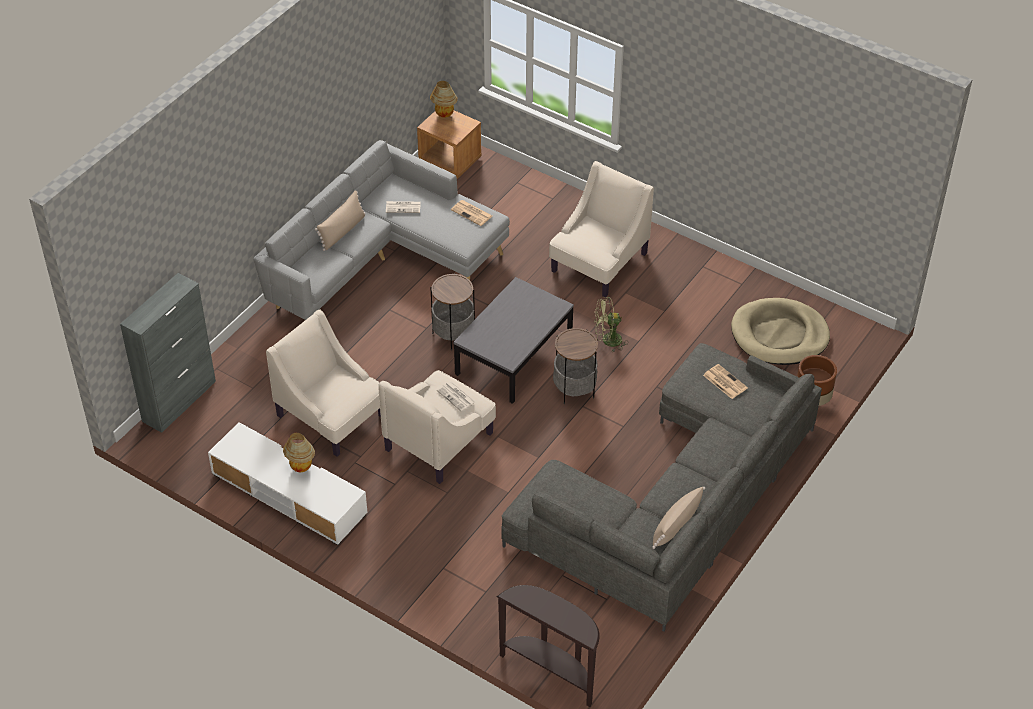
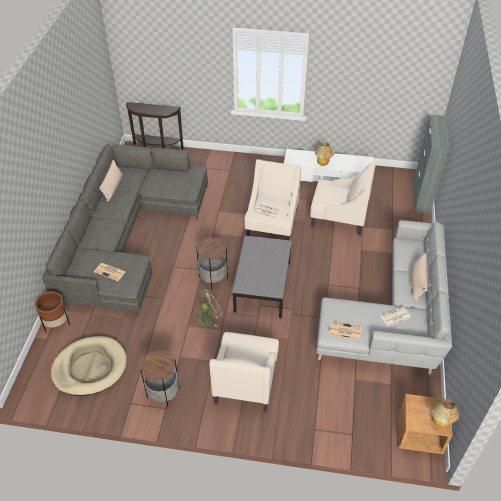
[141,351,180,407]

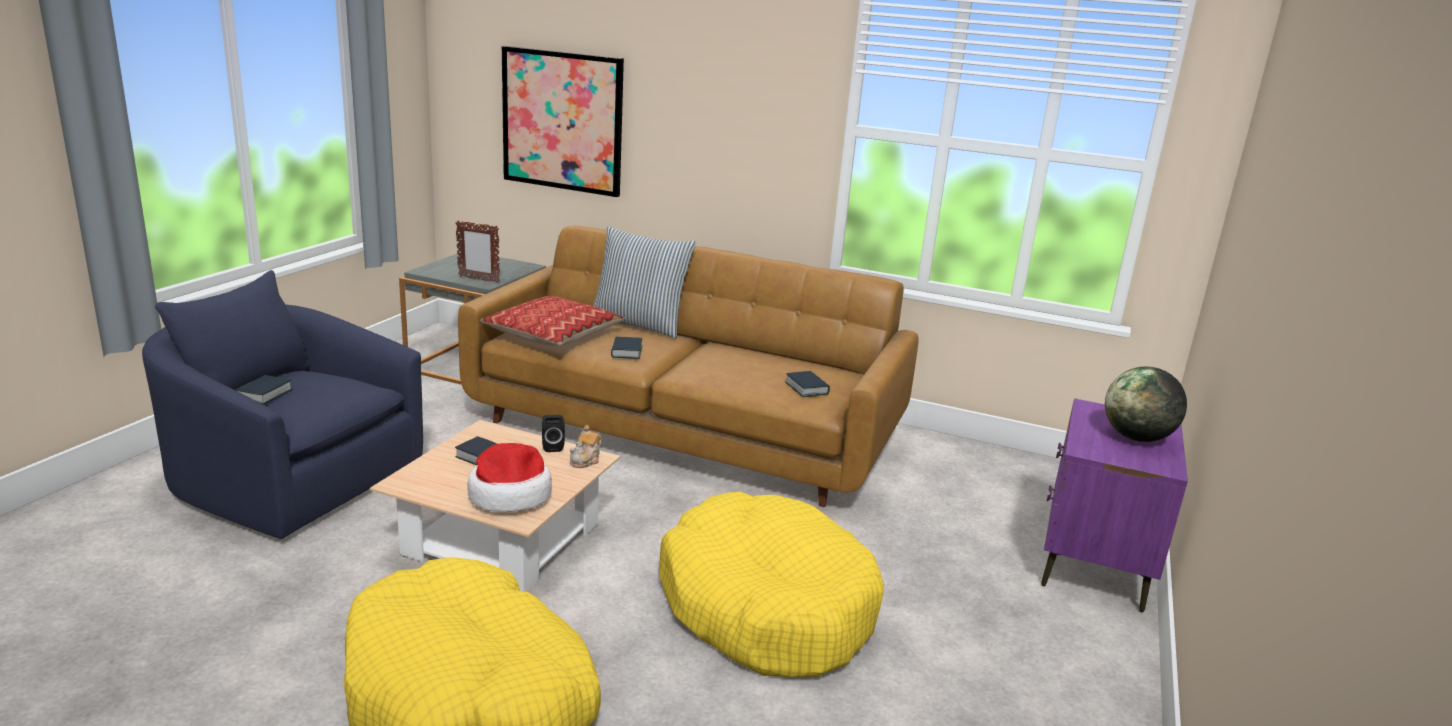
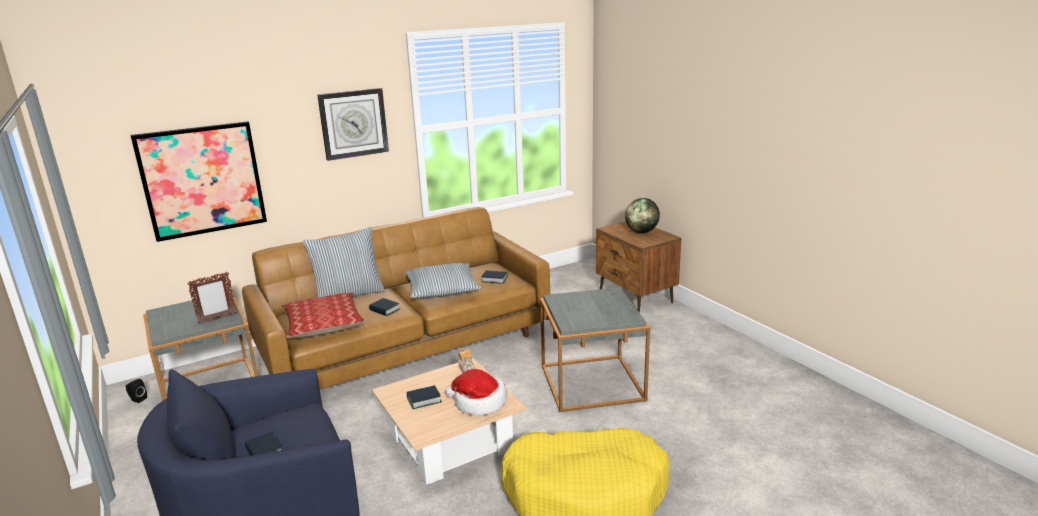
[126,379,147,403]
[317,88,389,161]
[405,263,482,299]
[540,287,650,412]
[596,221,681,313]

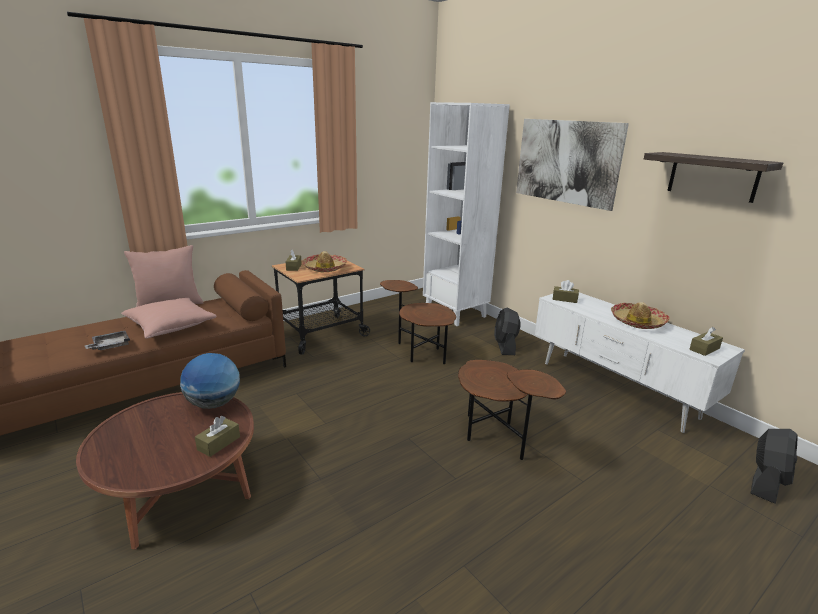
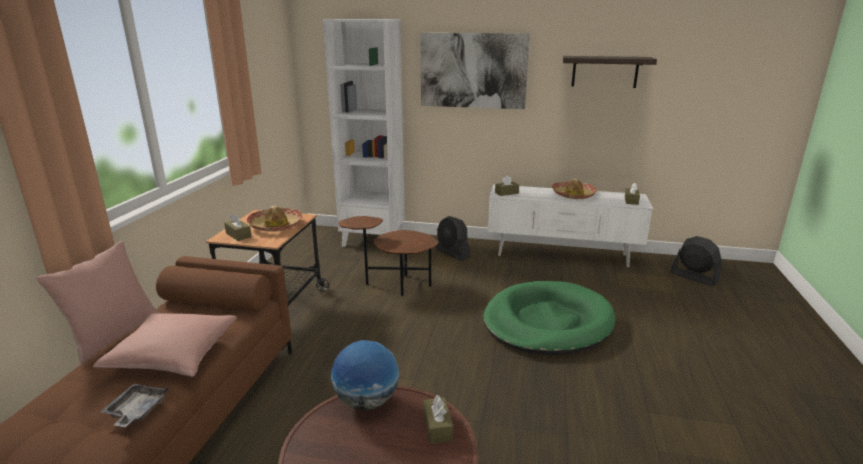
[483,281,616,355]
[670,236,721,286]

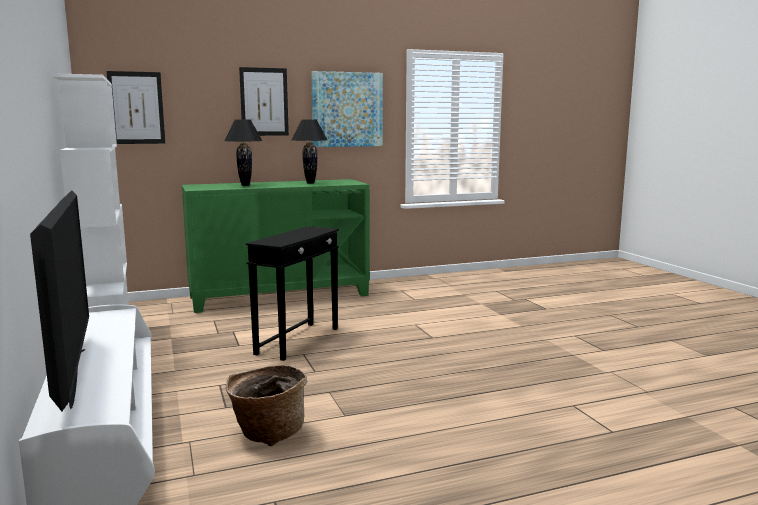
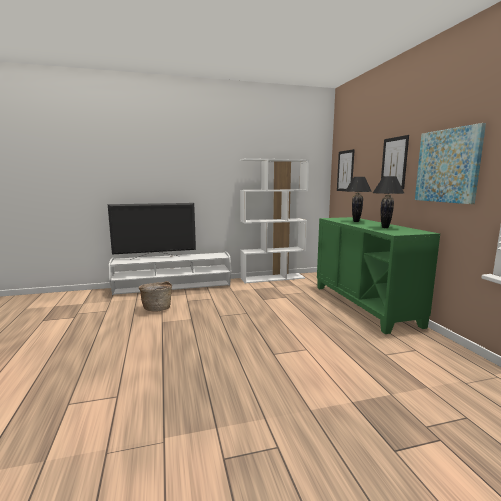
[246,226,339,361] (first image)

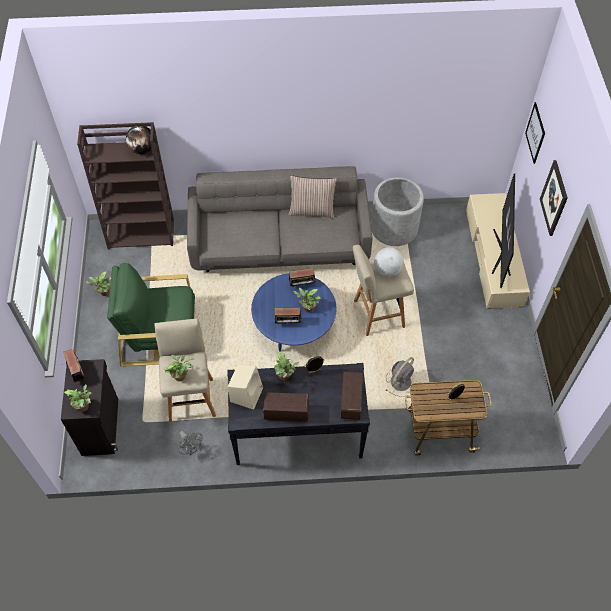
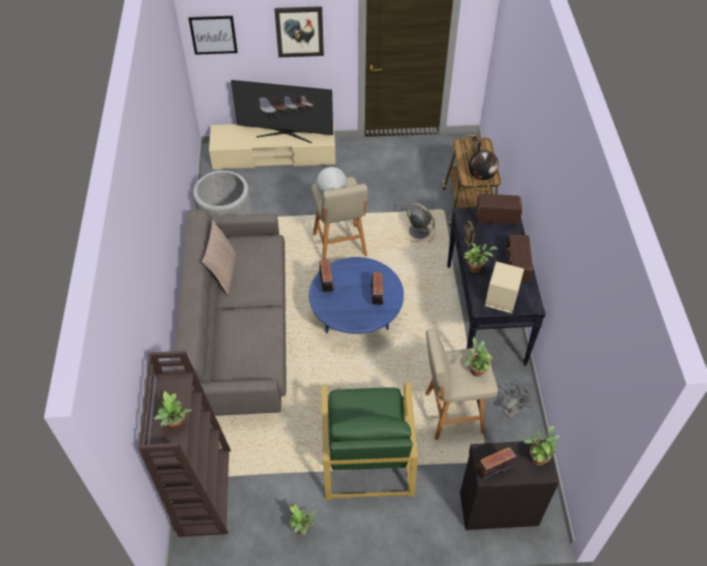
[154,390,192,430]
[469,150,499,180]

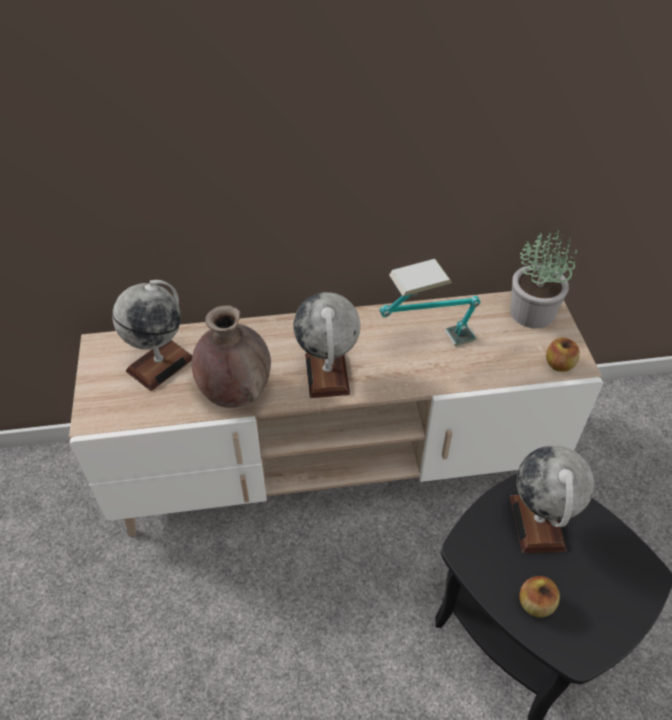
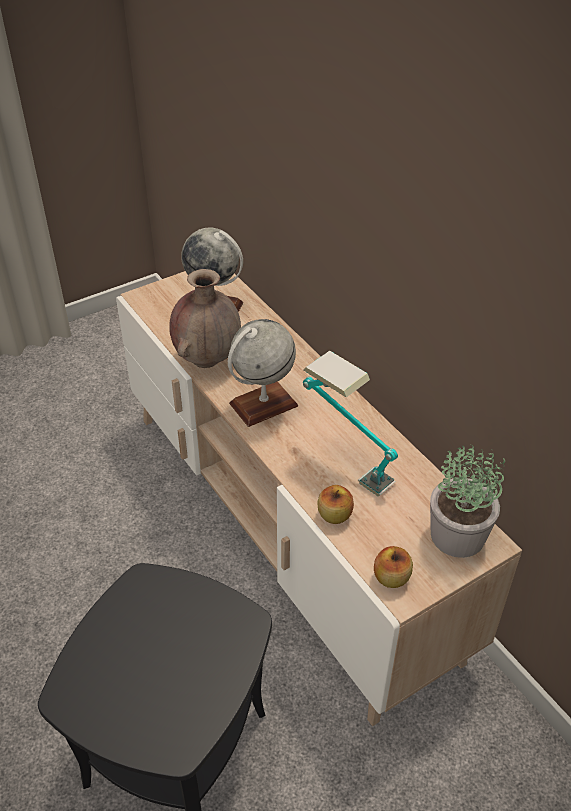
[317,485,354,524]
[510,445,594,553] (first image)

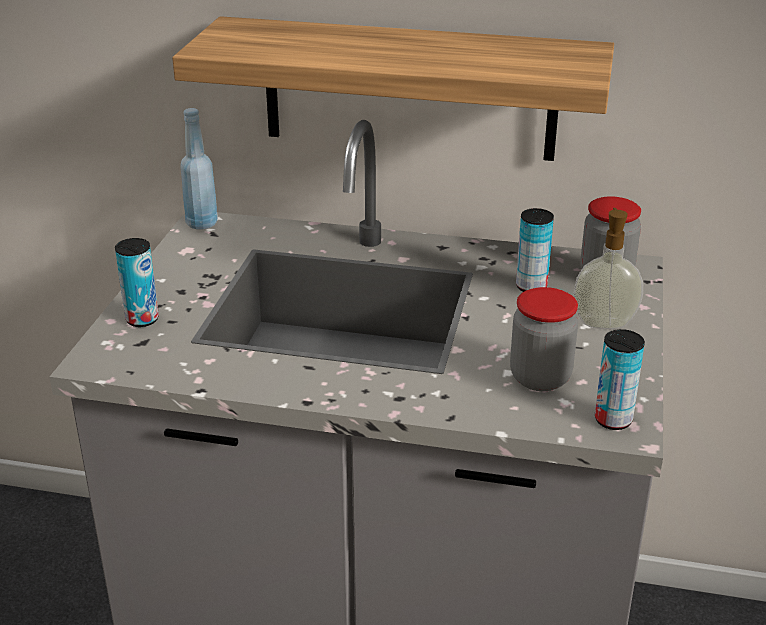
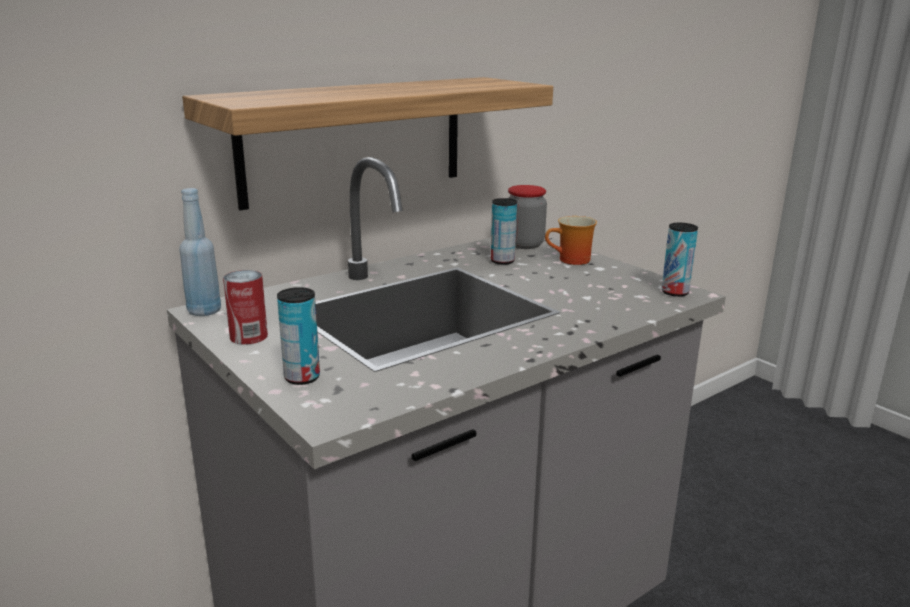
[223,270,268,345]
[545,216,597,265]
[510,287,578,391] (first image)

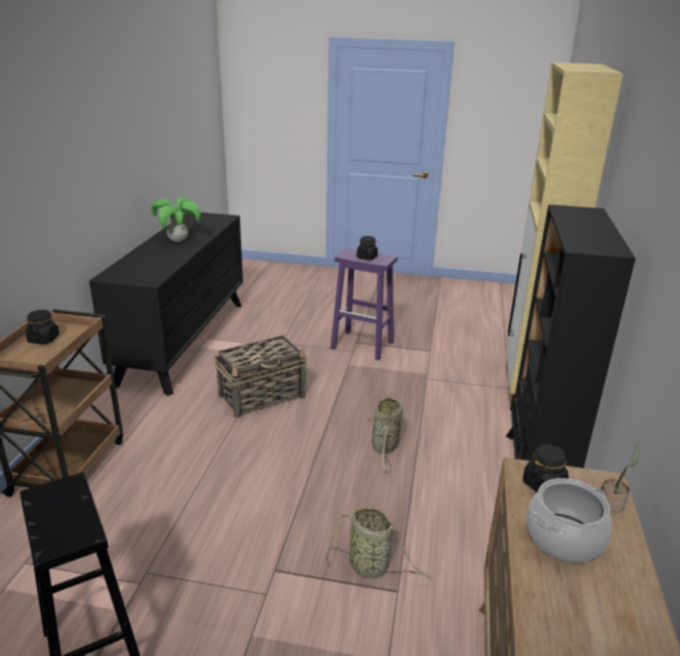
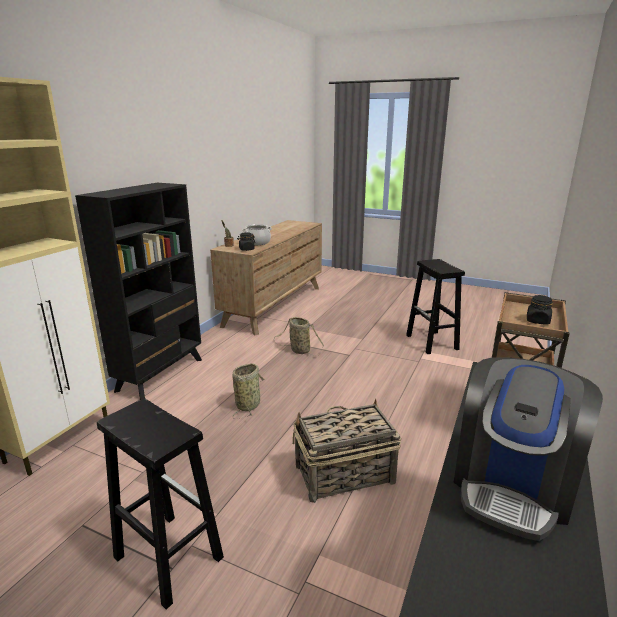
[97,398,224,609]
[454,357,603,541]
[357,236,378,260] (first image)

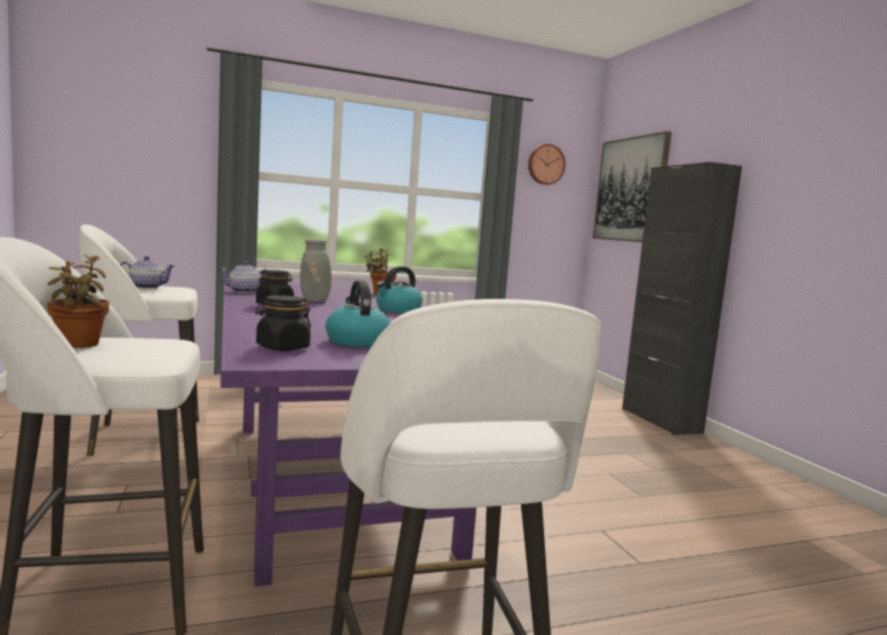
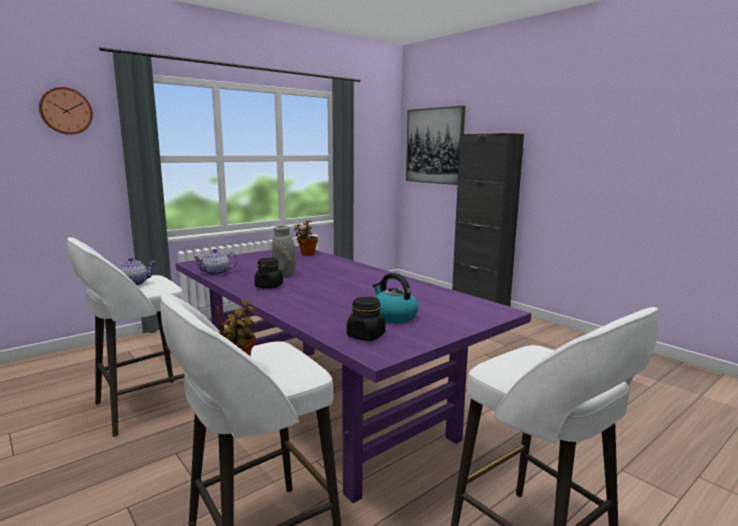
[39,87,93,135]
[376,266,423,313] (first image)

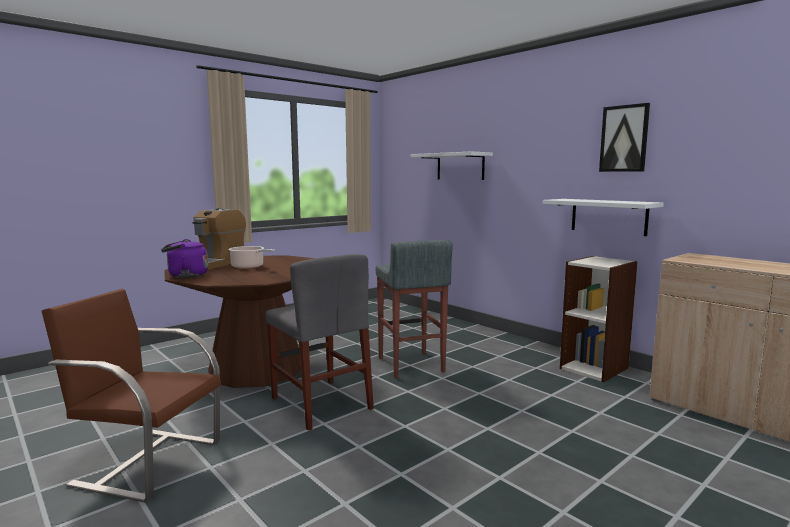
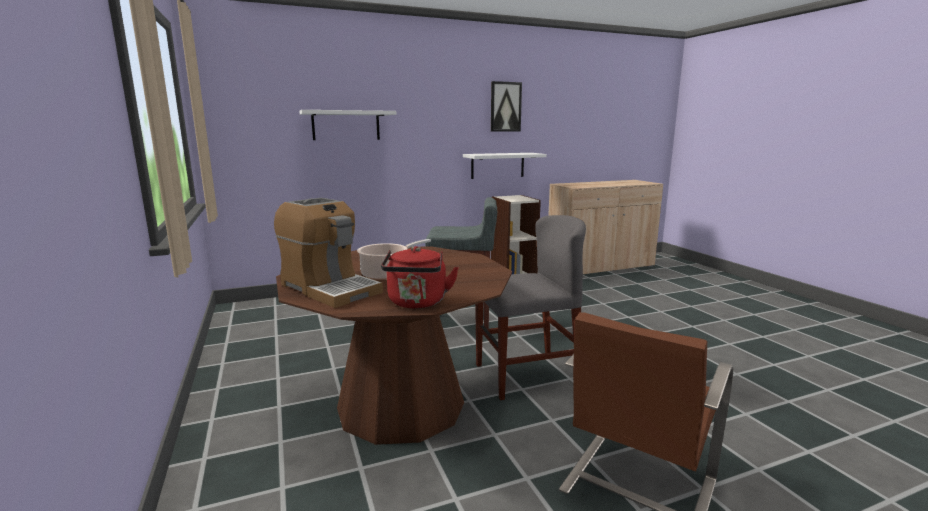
[381,246,459,308]

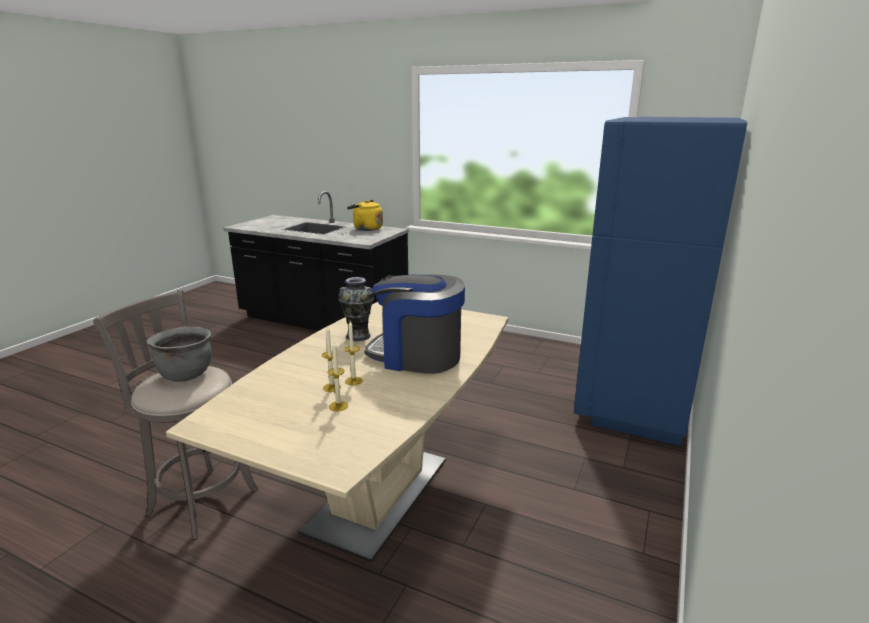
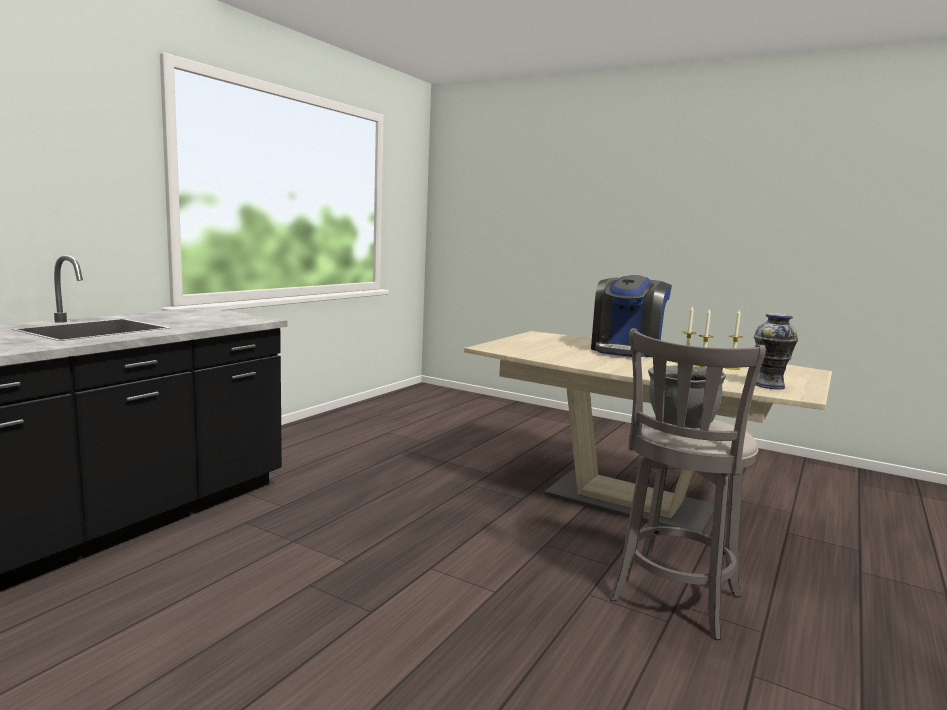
[754,313,798,389]
[347,200,383,231] (first image)
[574,117,747,446] (first image)

